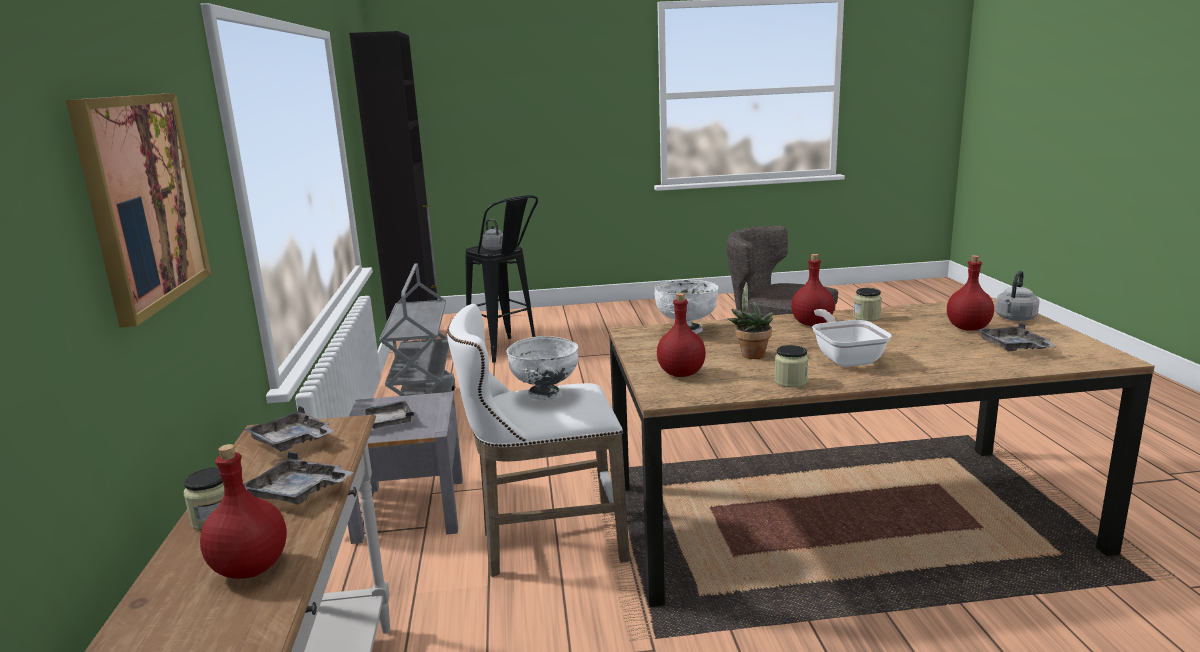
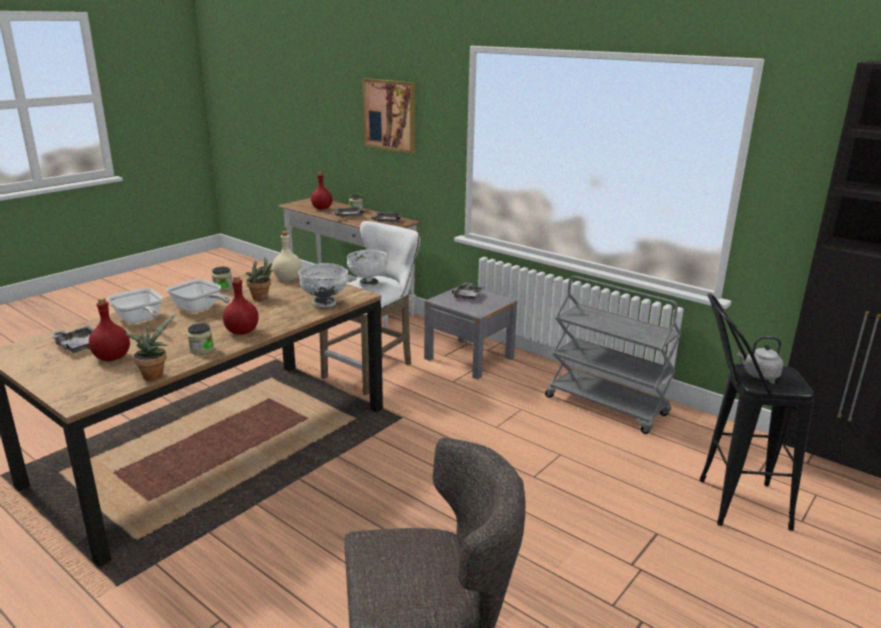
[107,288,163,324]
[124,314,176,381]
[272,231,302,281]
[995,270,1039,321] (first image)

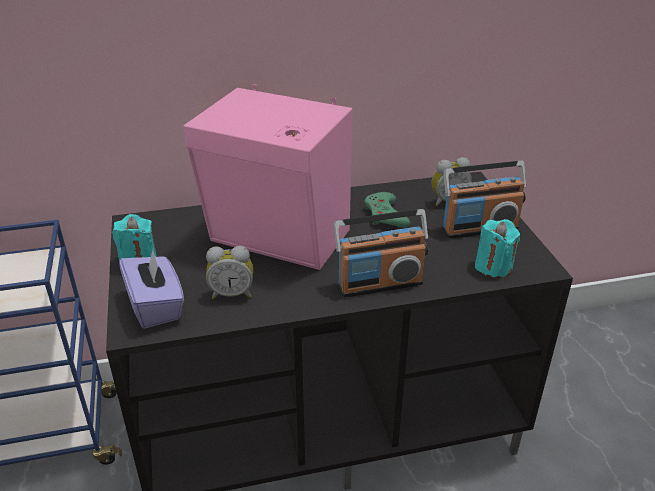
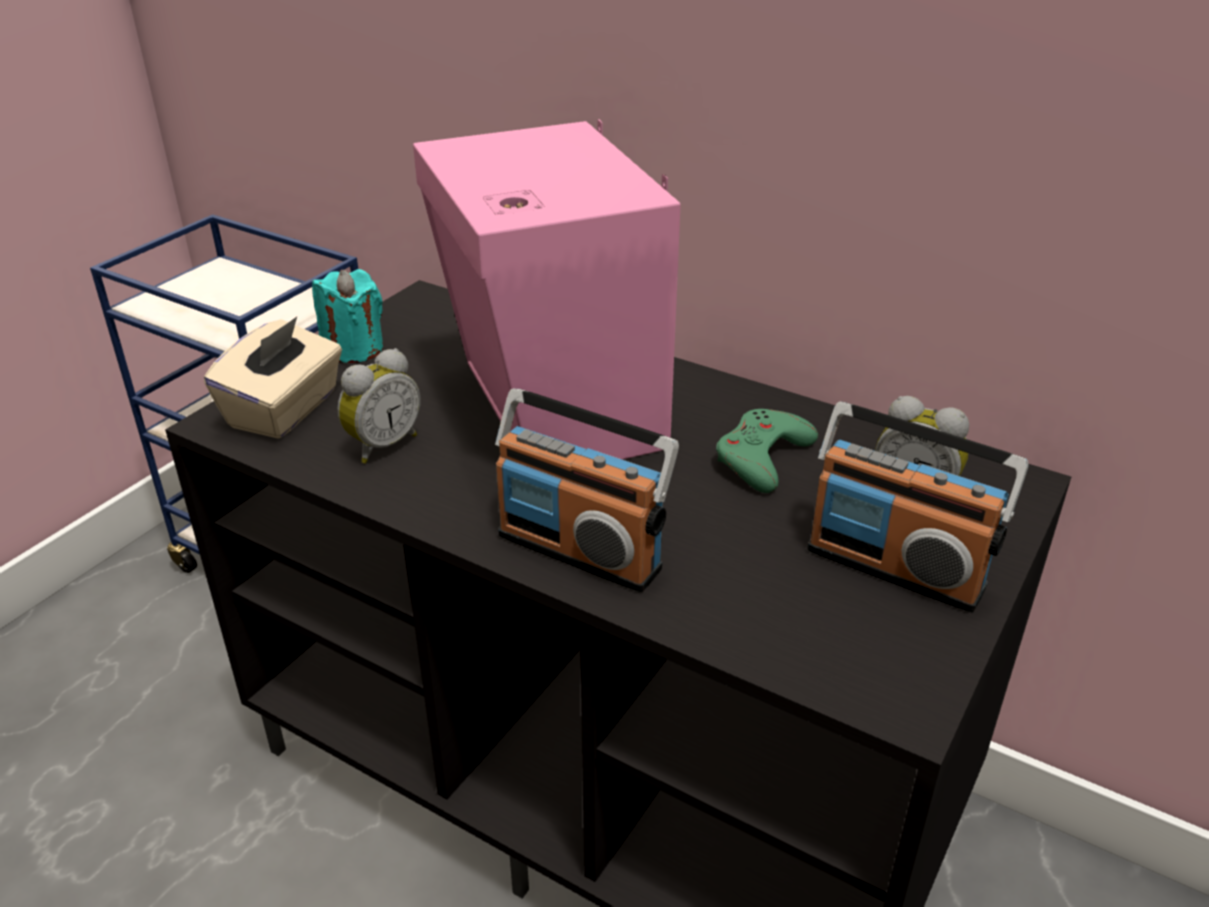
[204,317,342,439]
[338,348,420,463]
[475,219,520,278] (first image)

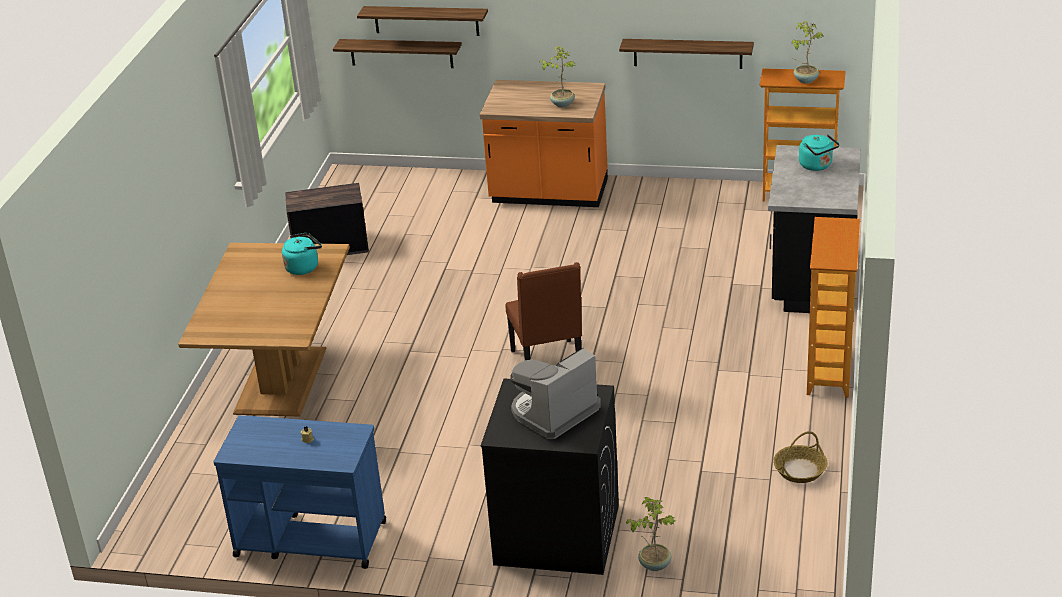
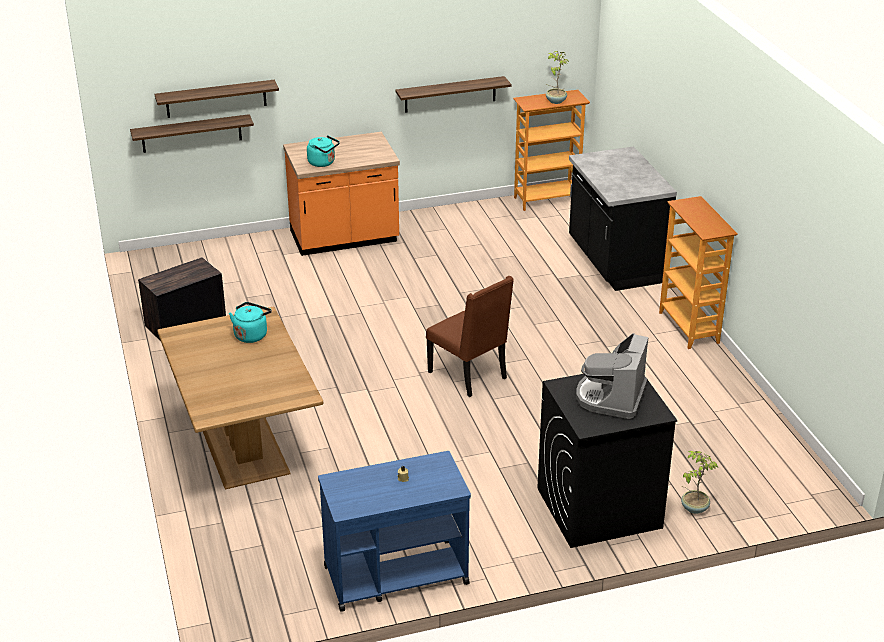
[307,135,340,167]
[539,46,576,107] (first image)
[773,431,827,483] (first image)

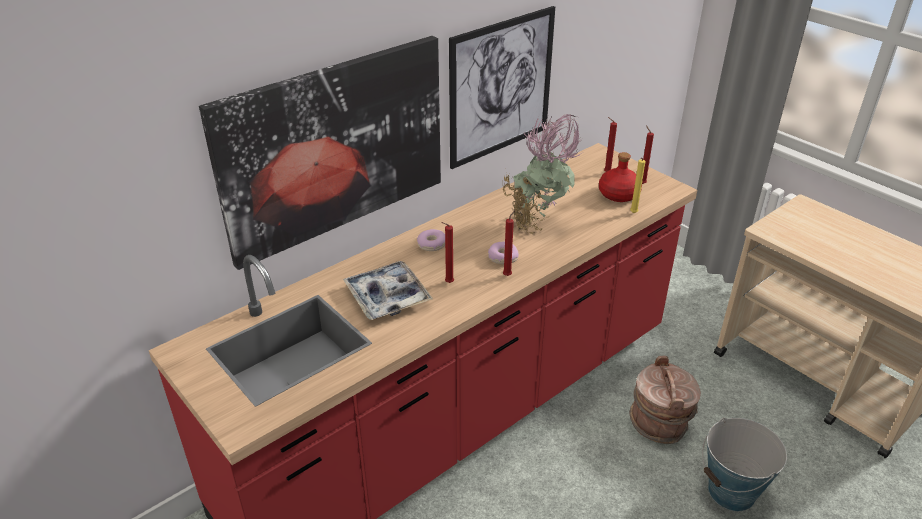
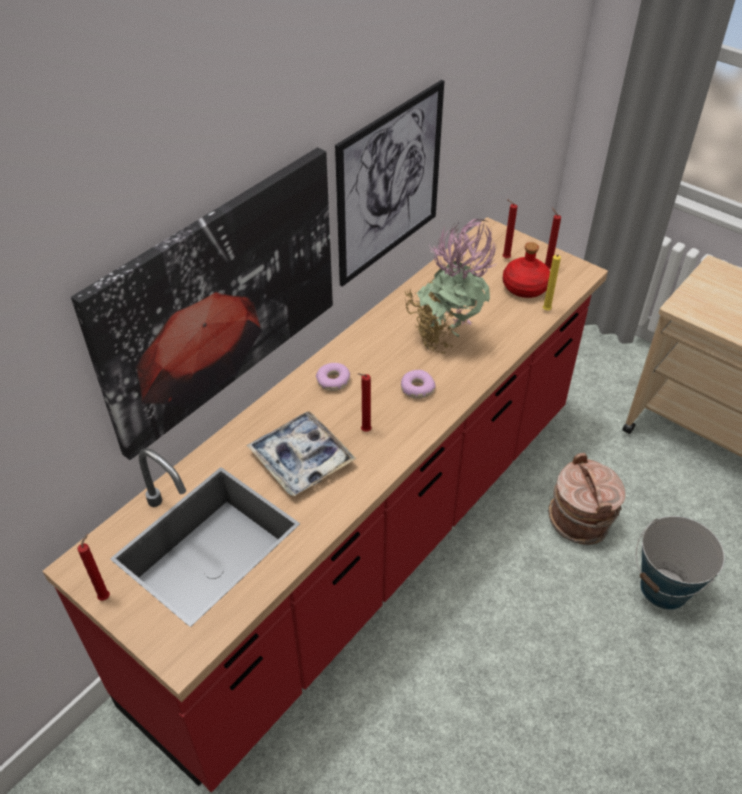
[77,533,110,601]

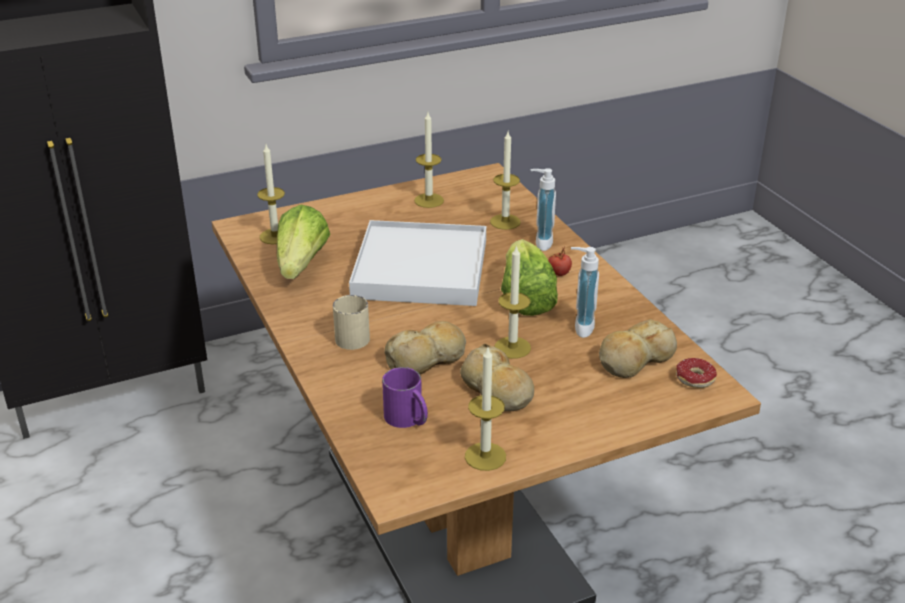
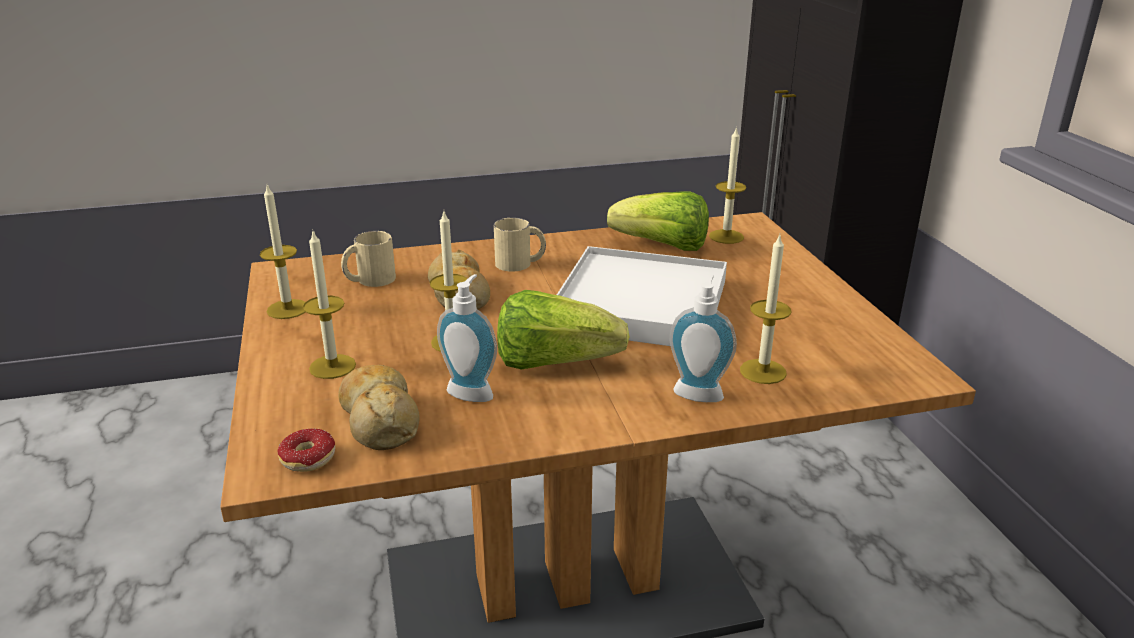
[303,229,356,379]
[341,231,396,287]
[460,344,534,412] (first image)
[548,247,572,276] (first image)

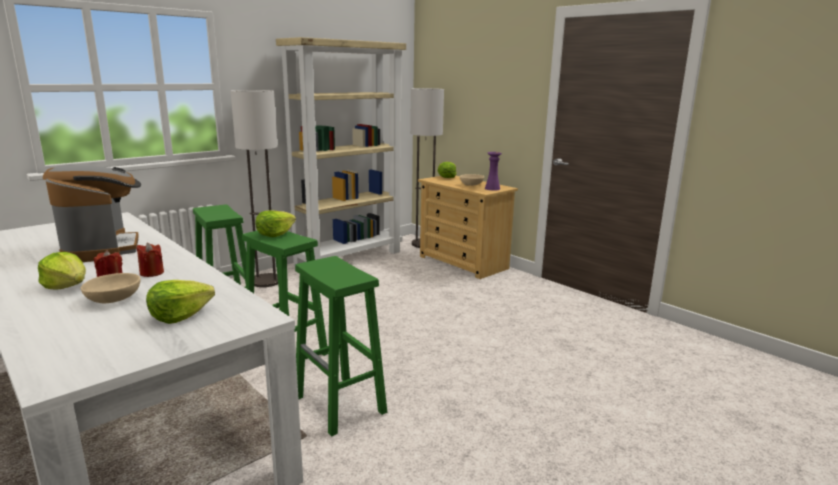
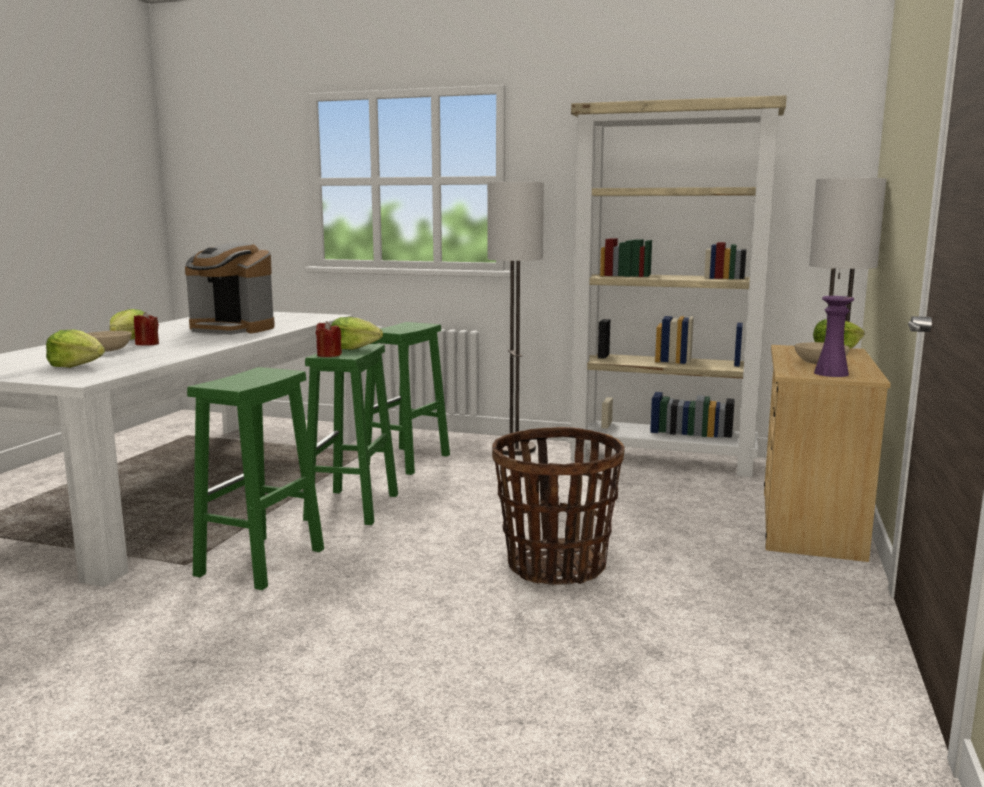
[185,242,275,335]
[316,321,342,357]
[492,427,625,585]

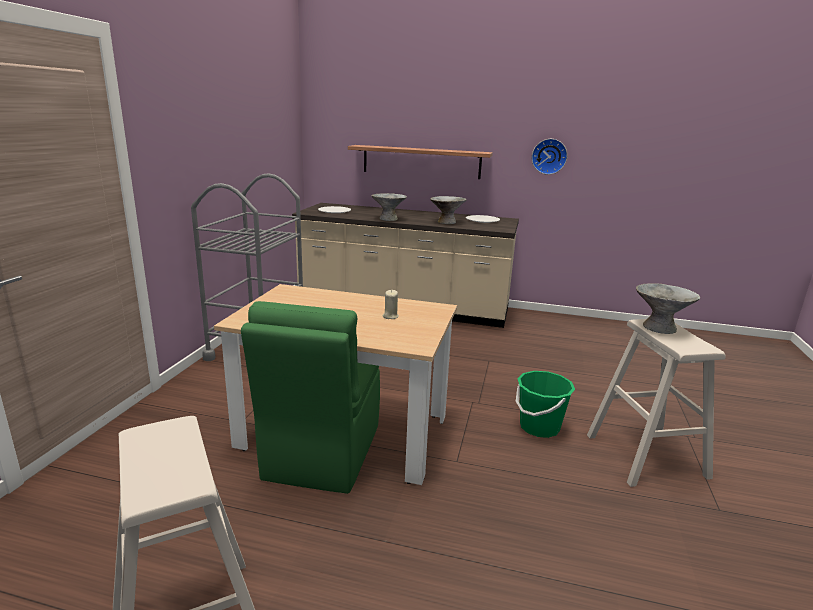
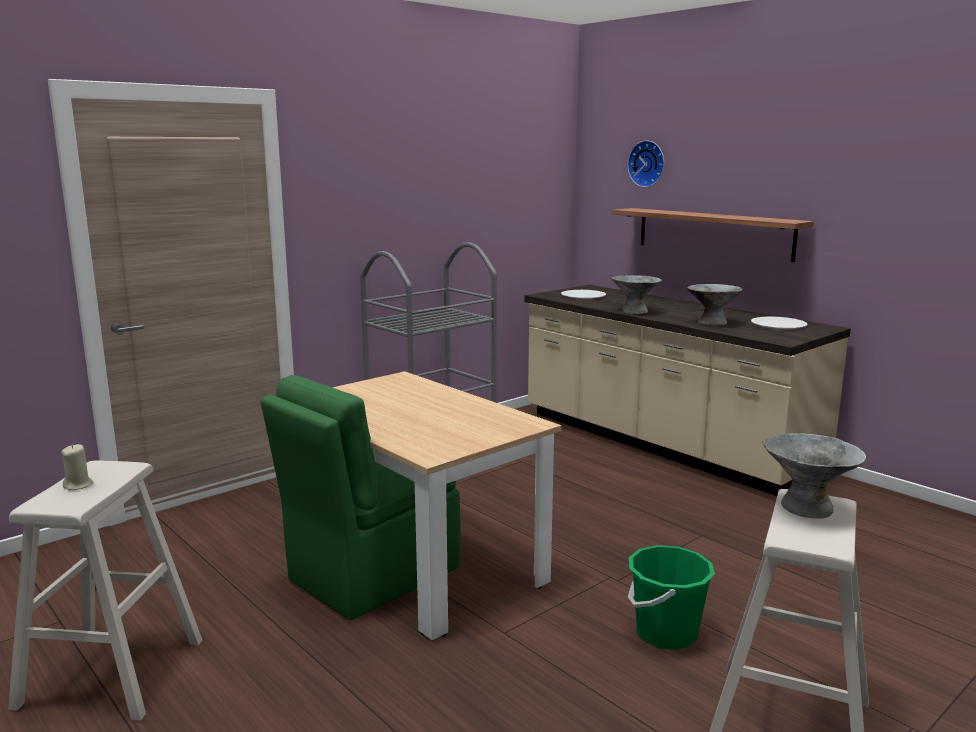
[61,444,93,490]
[627,140,664,188]

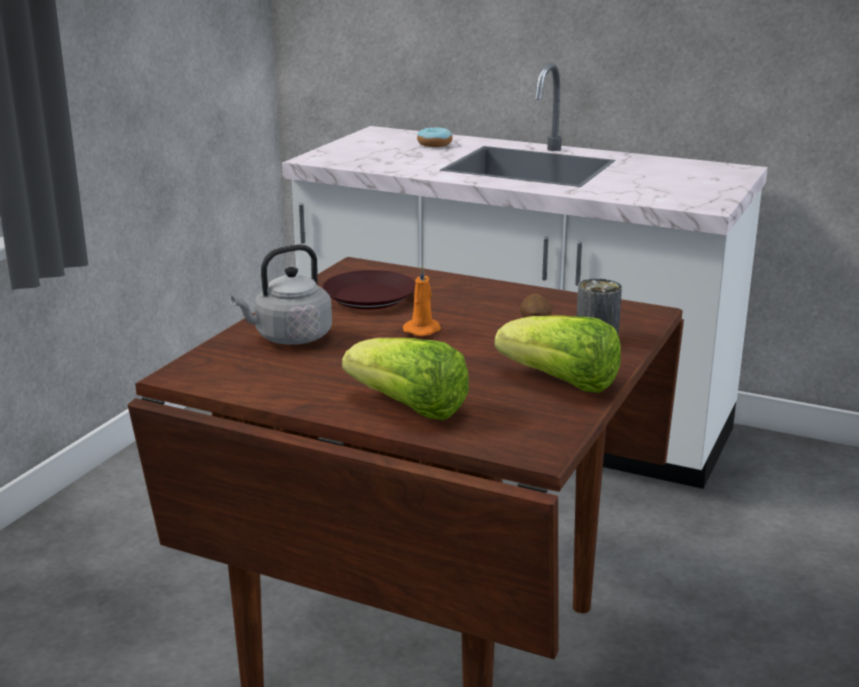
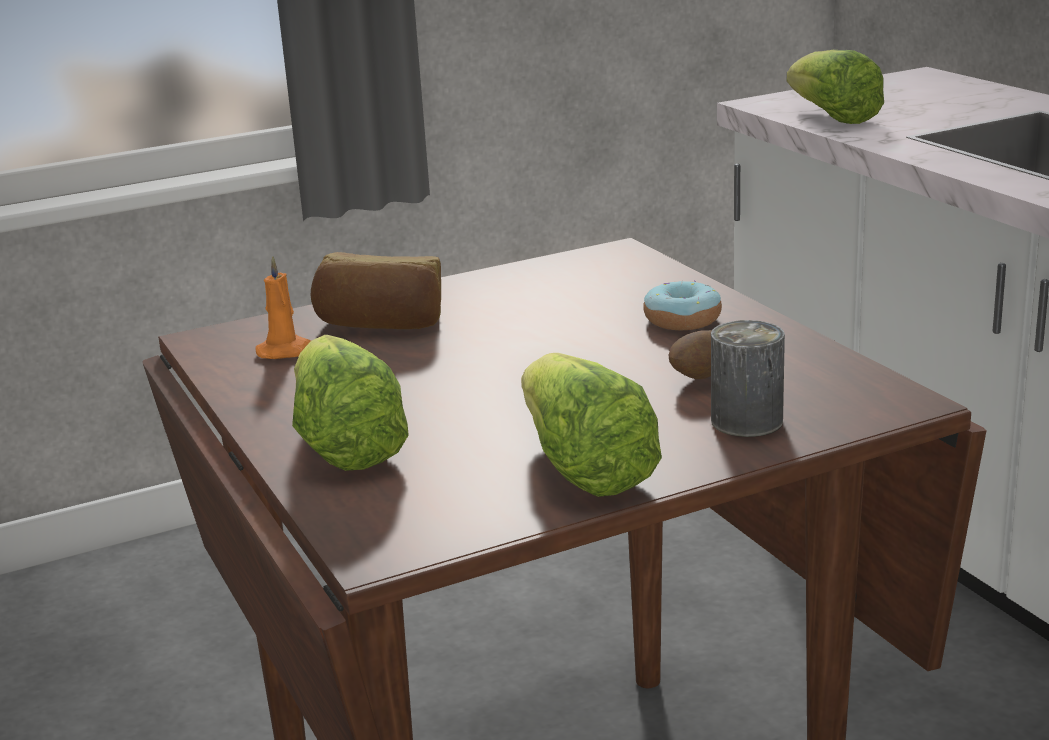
[255,256,311,359]
[311,252,441,329]
[643,280,722,330]
[786,50,884,124]
[322,270,416,309] (first image)

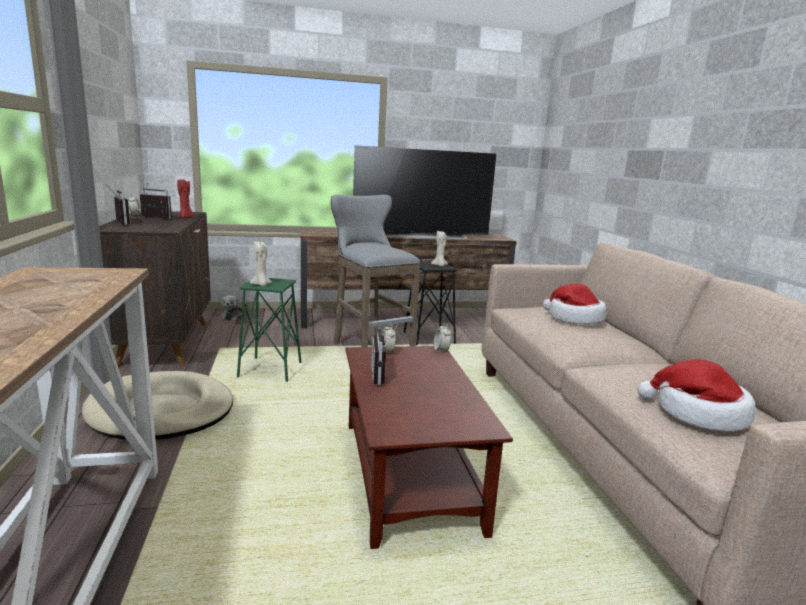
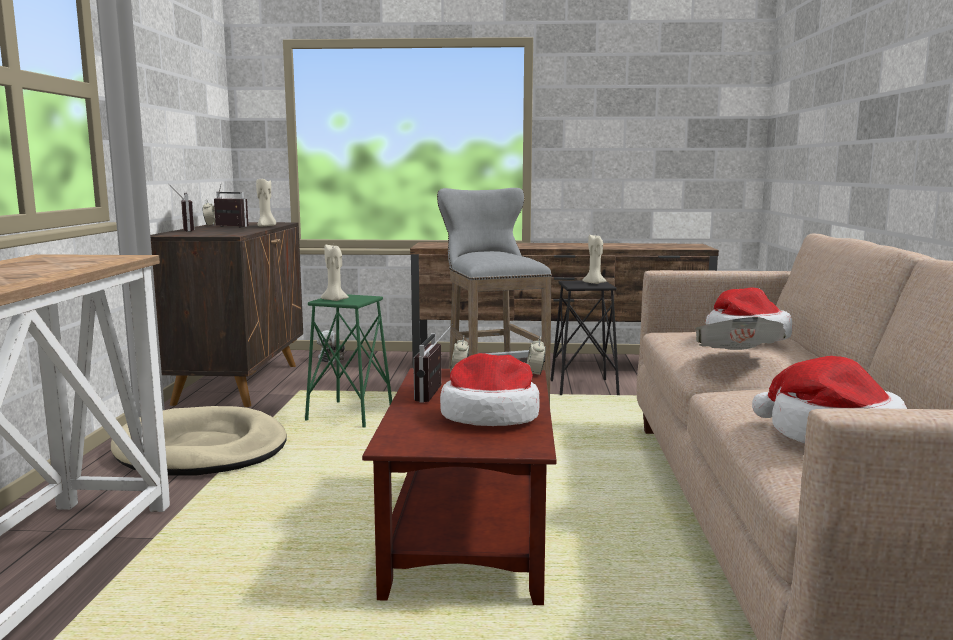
[256,177,276,227]
[440,353,539,426]
[696,317,786,350]
[353,145,496,239] (first image)

